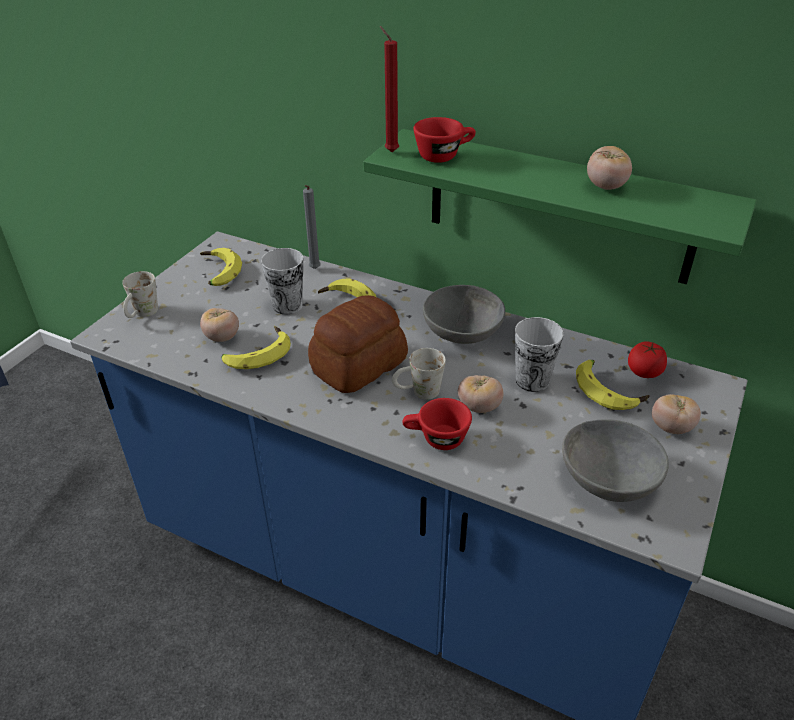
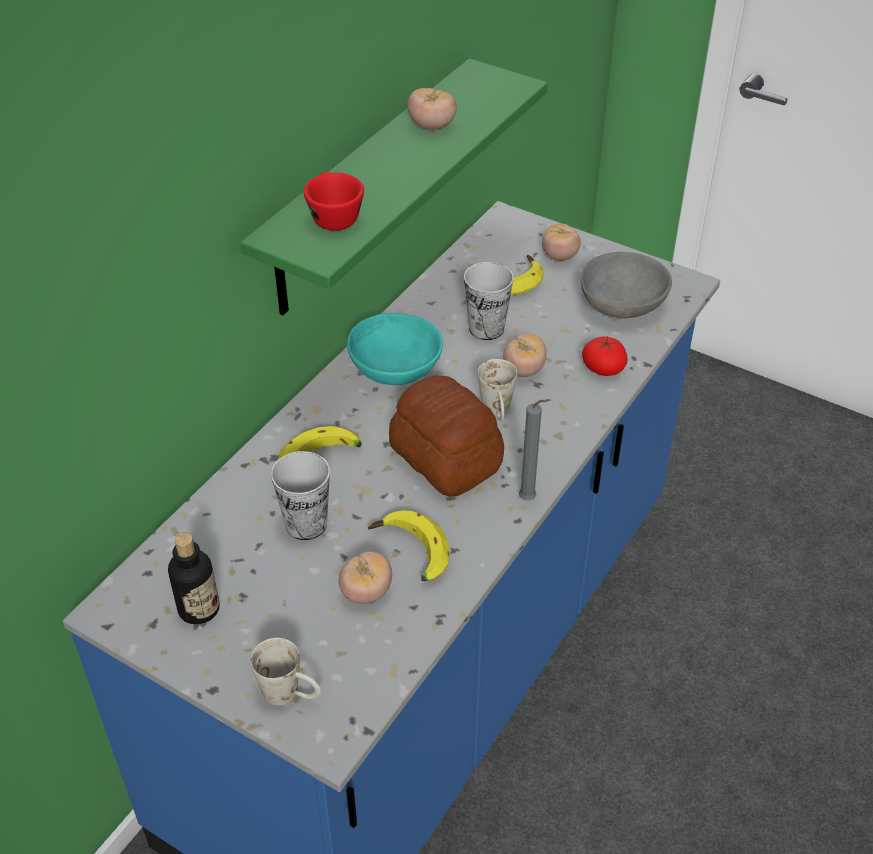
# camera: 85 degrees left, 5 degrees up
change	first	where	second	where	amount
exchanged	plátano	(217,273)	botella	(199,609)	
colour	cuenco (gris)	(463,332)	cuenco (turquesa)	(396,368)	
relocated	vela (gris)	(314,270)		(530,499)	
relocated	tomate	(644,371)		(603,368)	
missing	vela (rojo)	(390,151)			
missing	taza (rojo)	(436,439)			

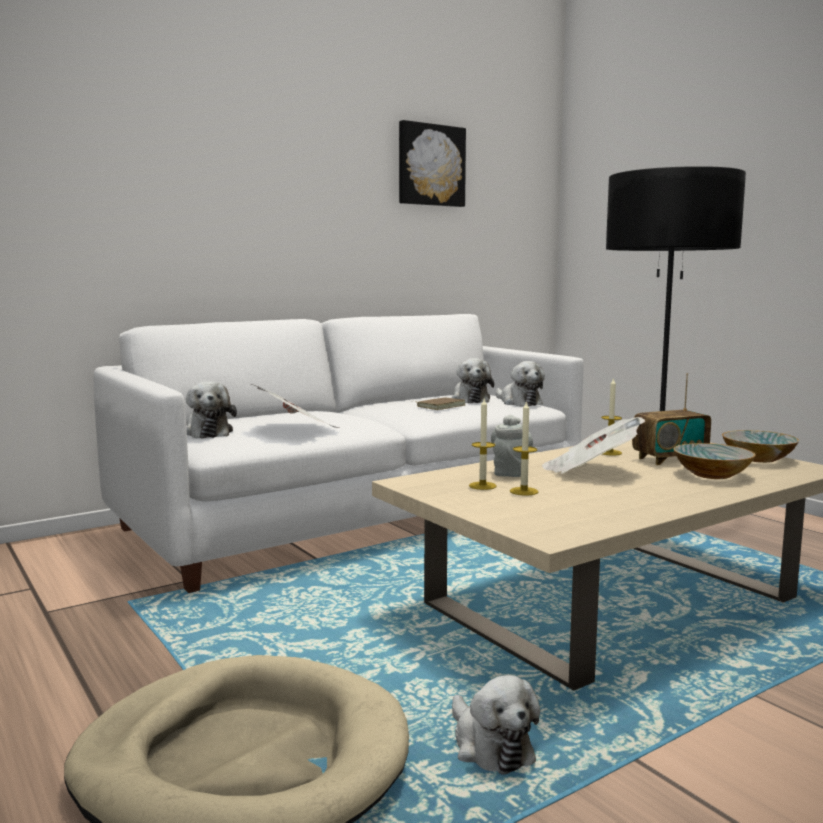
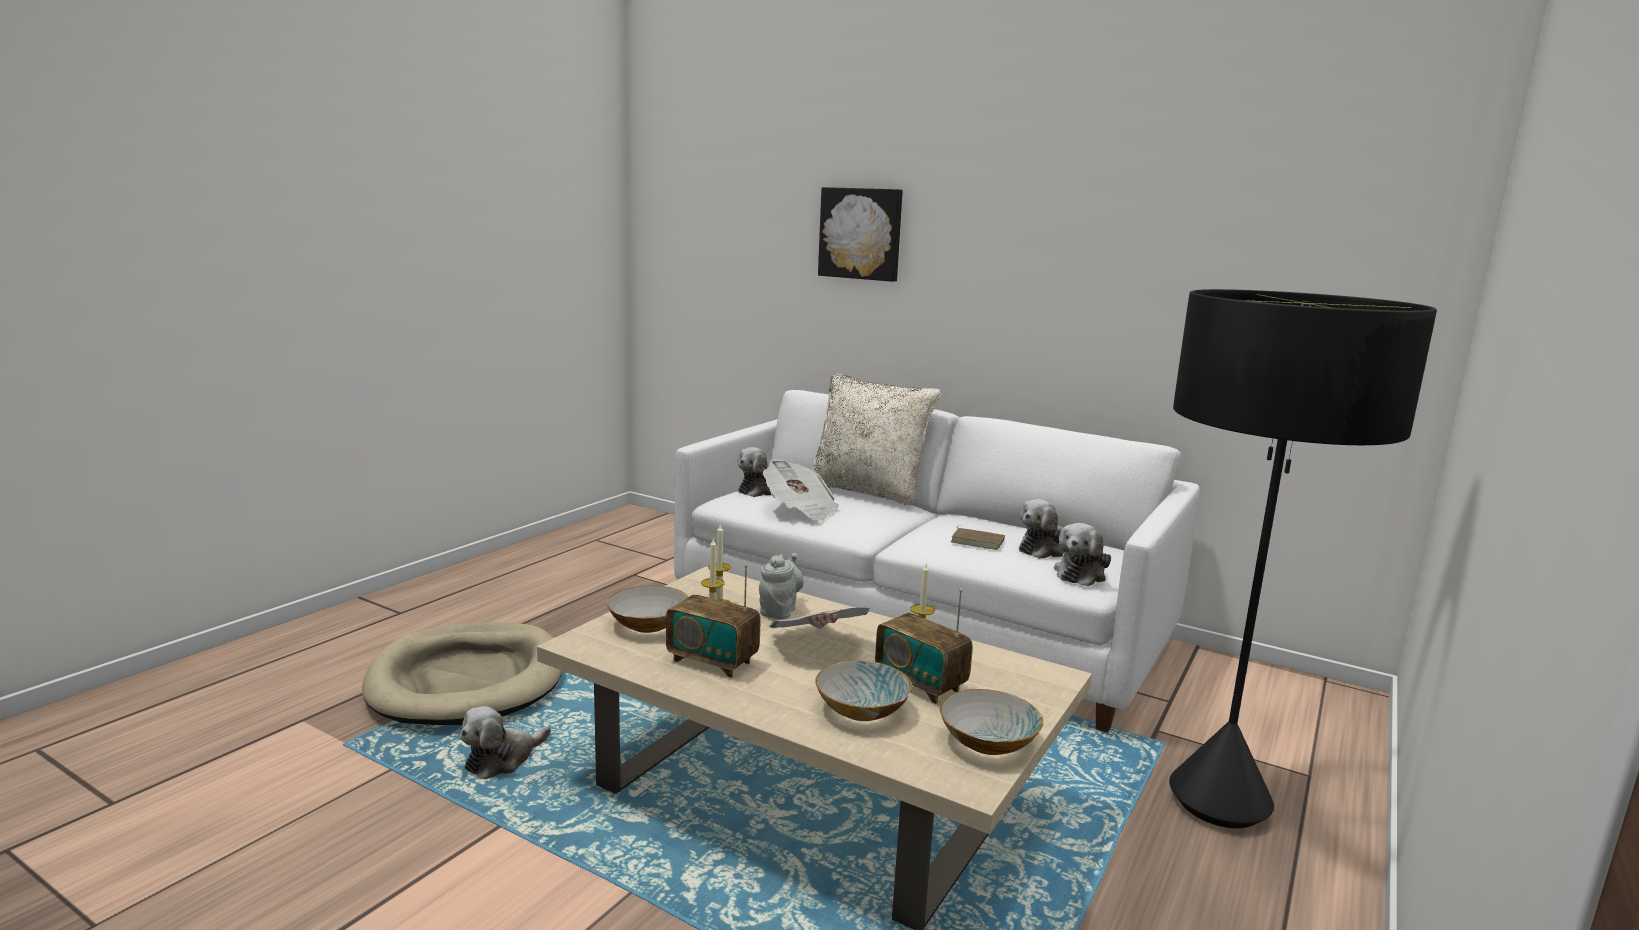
# camera: 65 degrees right, 5 degrees up
change	first	where	second	where	amount
appeared			cuenco	(647,625)	
appeared			radio	(712,661)	
spun	tetera (gris)	(510,472)		(779,610)	60 degrees counterclockwise
appeared			cojín (beis)	(868,494)	
relocated	cuadro	(430,165)		(861,234)	

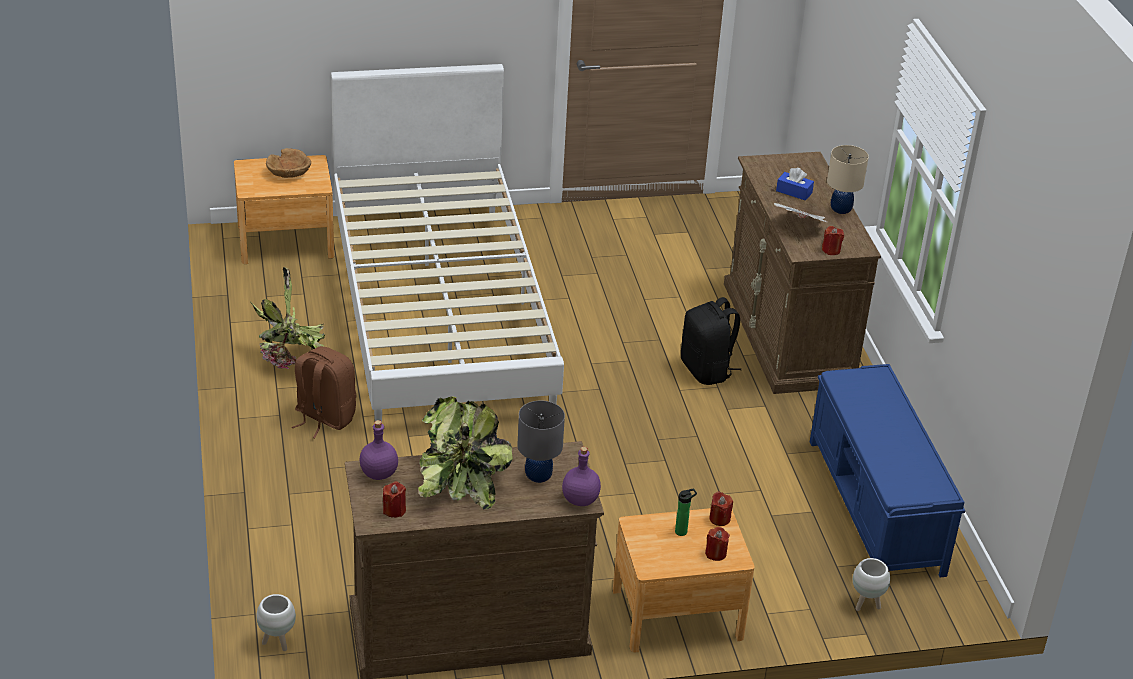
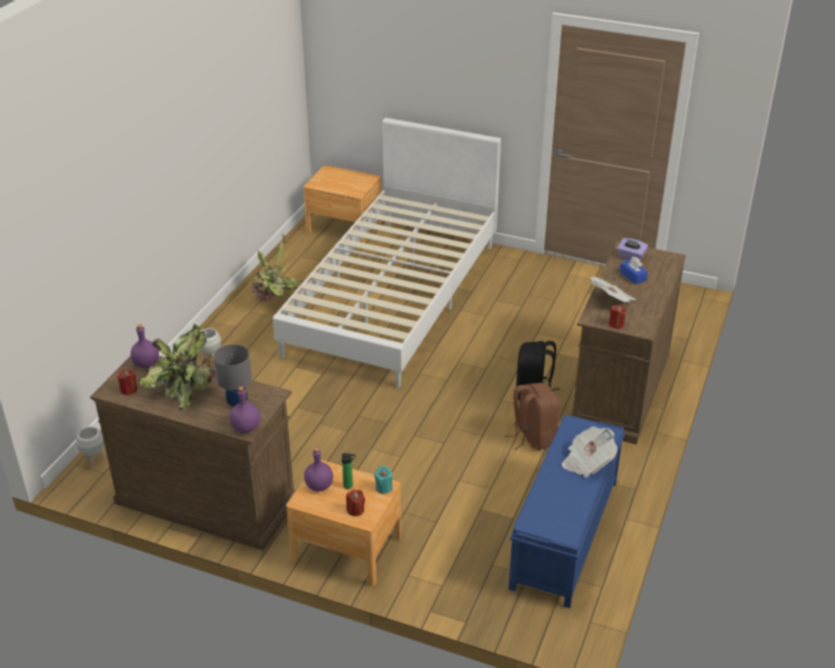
# camera: 35 degrees right, 0 degrees up
change	first	where	second	where	amount
relocated	maceta (blanco)	(865,604)		(211,360)	
appeared			botella (morado)	(319,485)	
colour	vela (rojo)	(719,519)	vela (turquesa)	(384,487)	
relocated	mochila (marrón)	(323,418)		(532,437)	
appeared			periódico	(587,462)	
appeared			caja de pañuelos (morado)	(631,257)	
missing	cuenco (marrón)	(289,173)			
missing	lámpara de mesa (beis)	(841,211)			

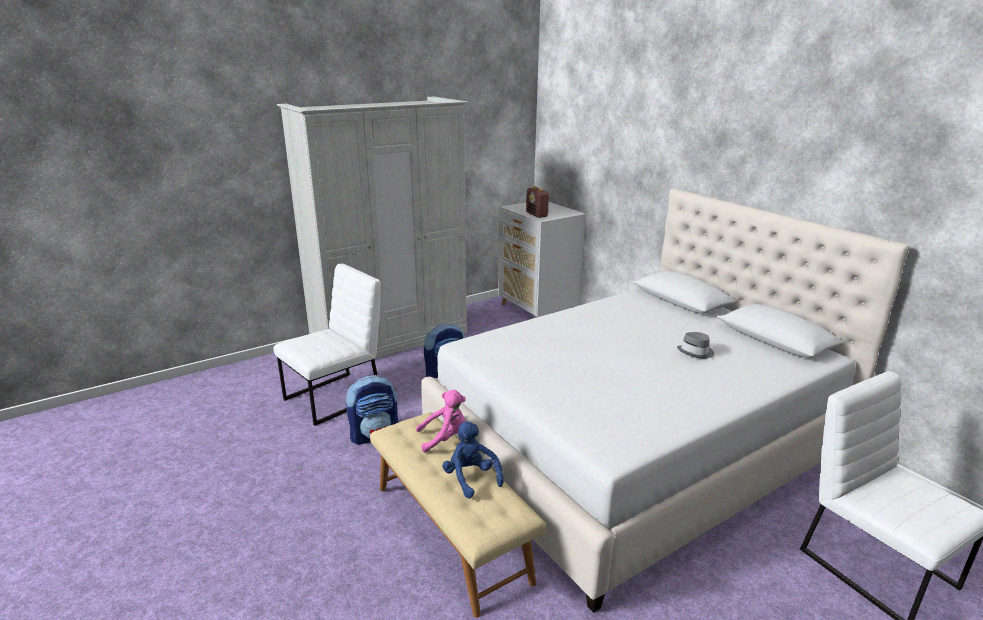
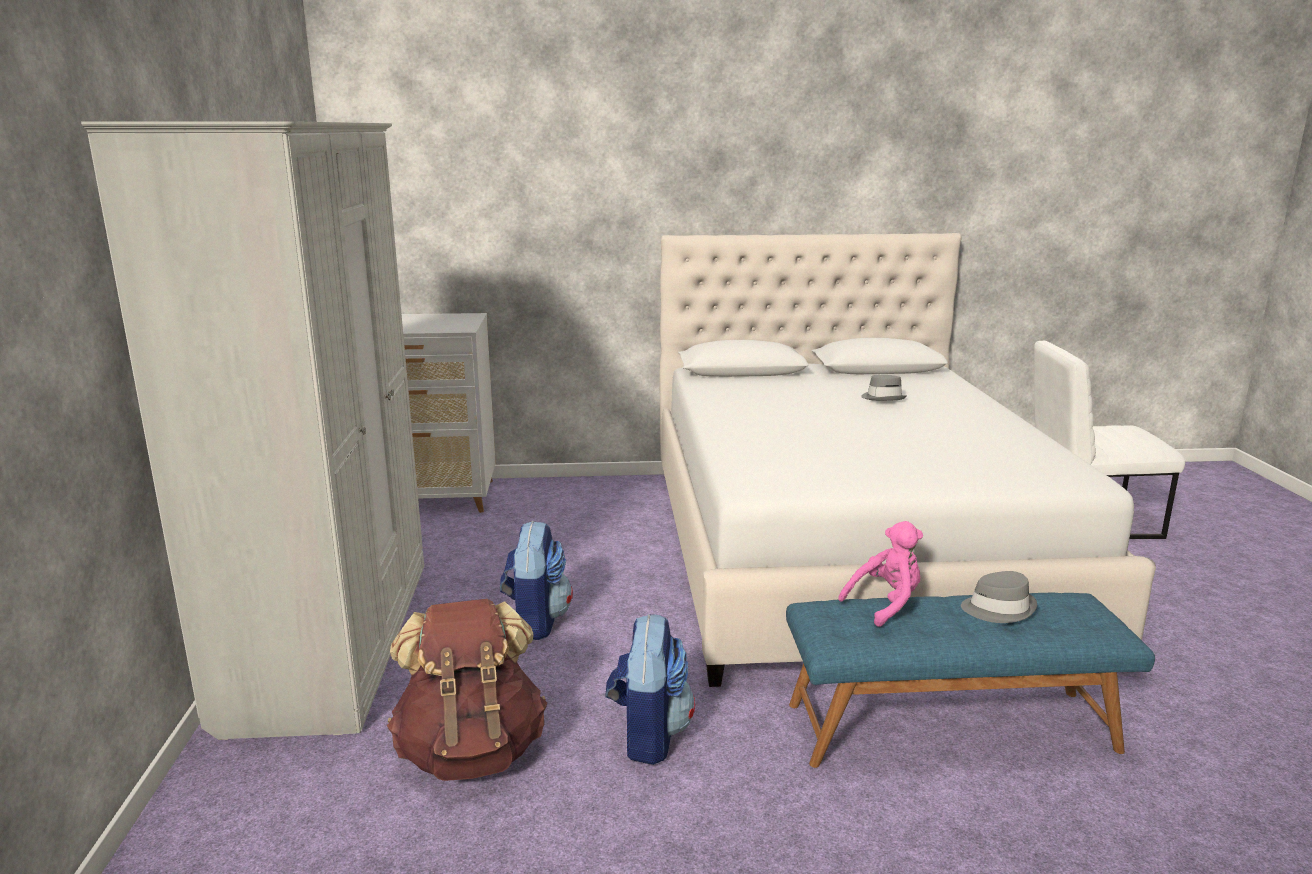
# camera: 60 degrees left, 5 degrees down
change	first	where	second	where	amount
exchanged	silla (blanco)	(336,397)	mochila (marrón)	(471,751)	
colour	banco (beis)	(451,531)	banco (azul)	(949,725)	
spun	peluche (rosa)	(444,438)		(886,604)	45 degrees clockwise
exchanged	peluche (azul)	(471,478)	sombrero (gris)	(998,609)	
missing	radio	(537,215)			

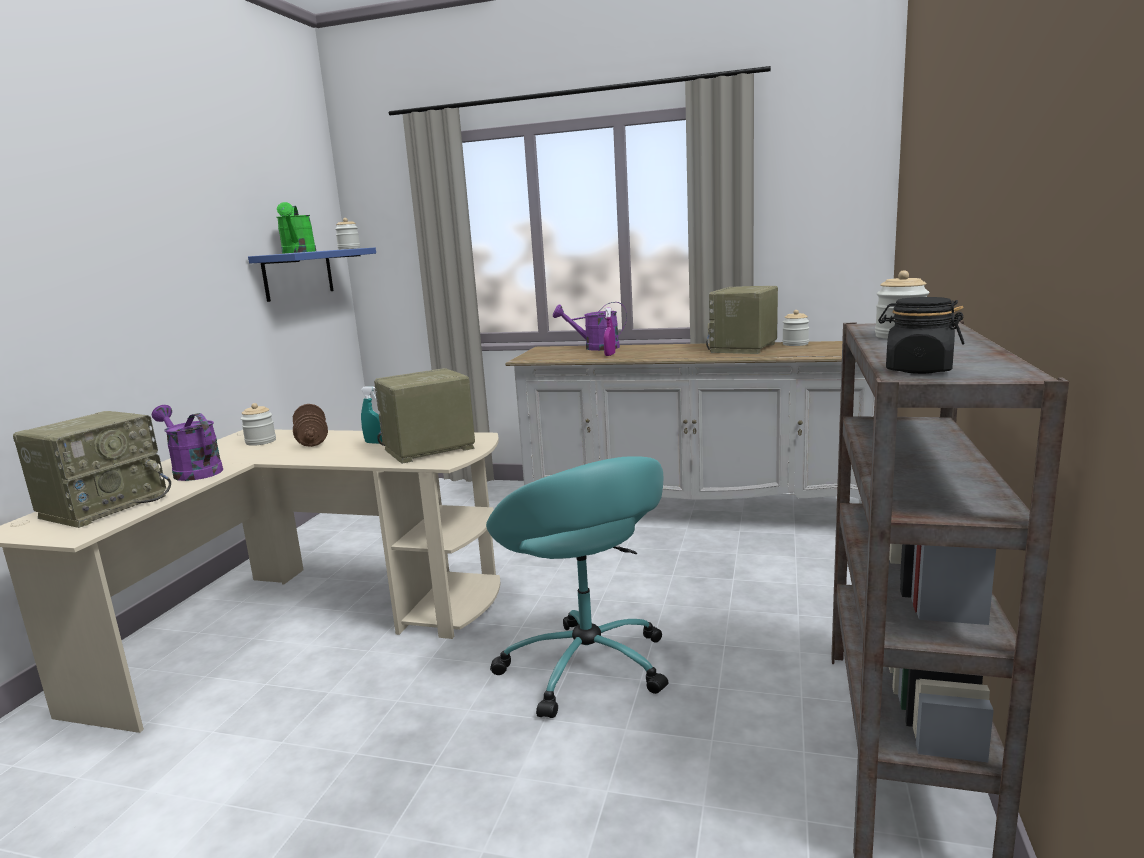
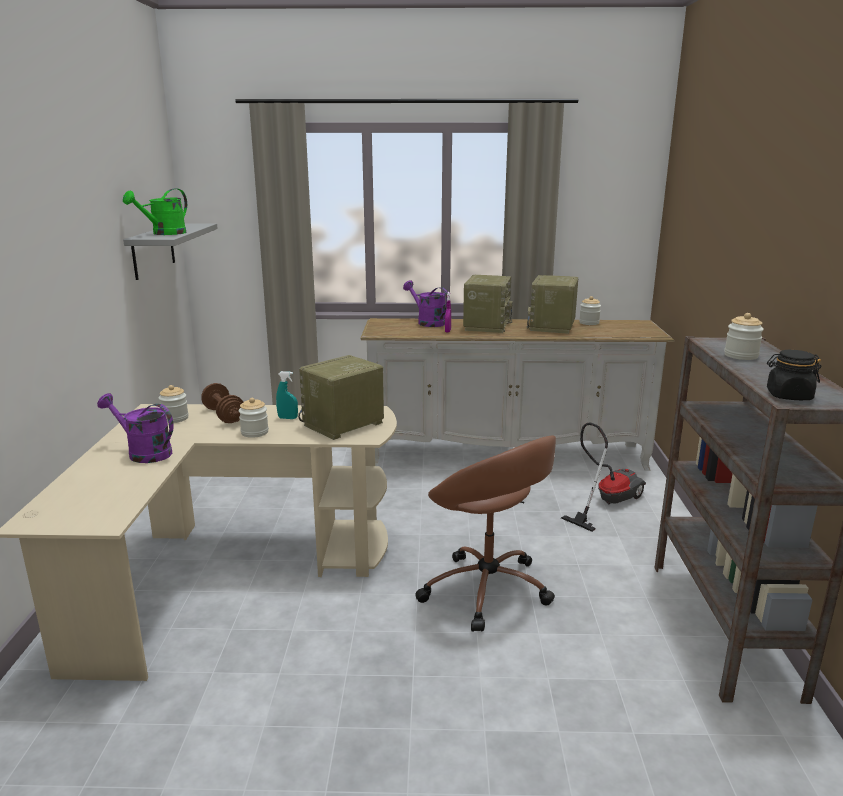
# camera: 15 degrees left, 5 degrees up
change	first	where	second	where	amount
spun	regadera (verde)	(298,252)		(164,233)	60 degrees clockwise
colour	estante (azul)	(298,274)	estante (gris)	(153,250)	
relocated	tarro	(349,248)		(254,432)	
spun	regadera (morado)	(595,348)		(427,322)	60 degrees clockwise
colour	silla de oficina (turquesa)	(587,669)	silla de oficina (marrón)	(488,591)	
relocated	radio	(105,506)		(486,325)	
appeared			aspiradora	(606,502)	

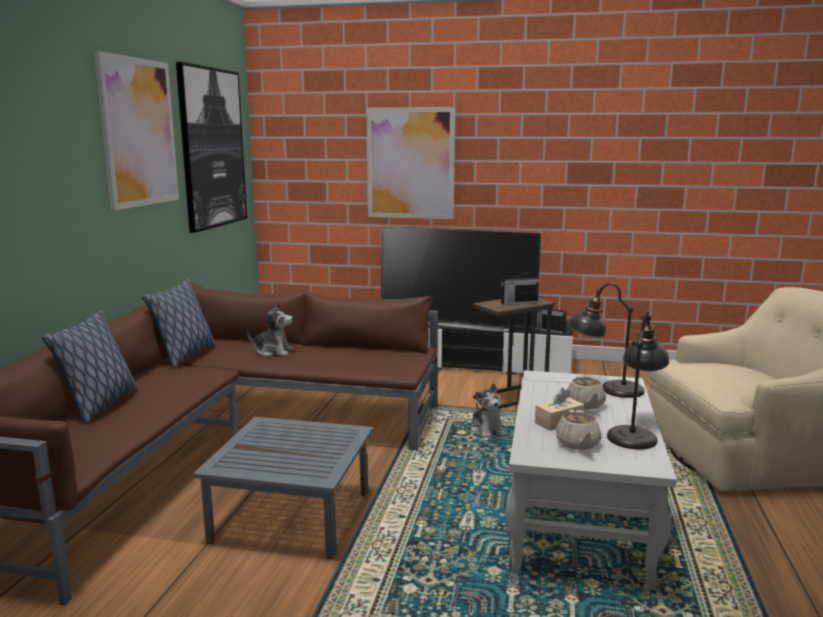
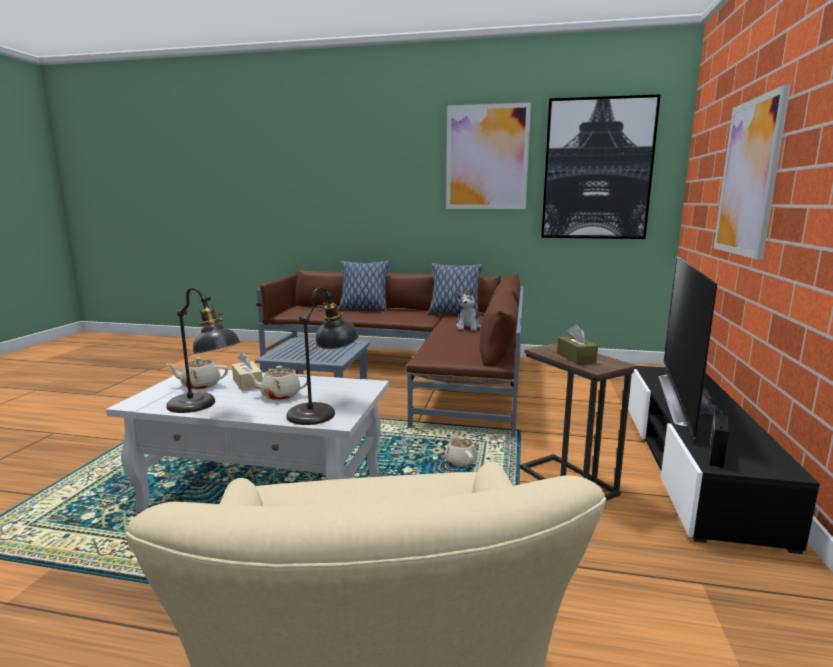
# camera: 90 degrees right, 0 degrees up
change	first	where	second	where	amount
exchanged	peluche	(487,430)	tetera (beis)	(460,461)	
exchanged	radio	(518,303)	caja de pañuelos (marrón)	(576,358)	

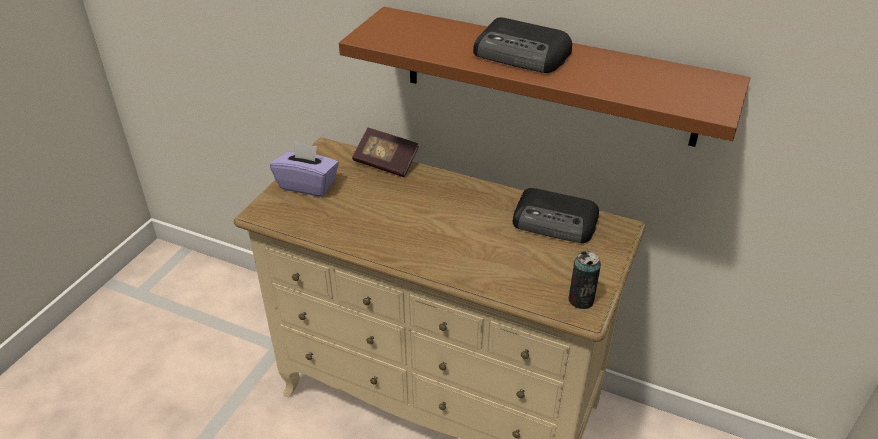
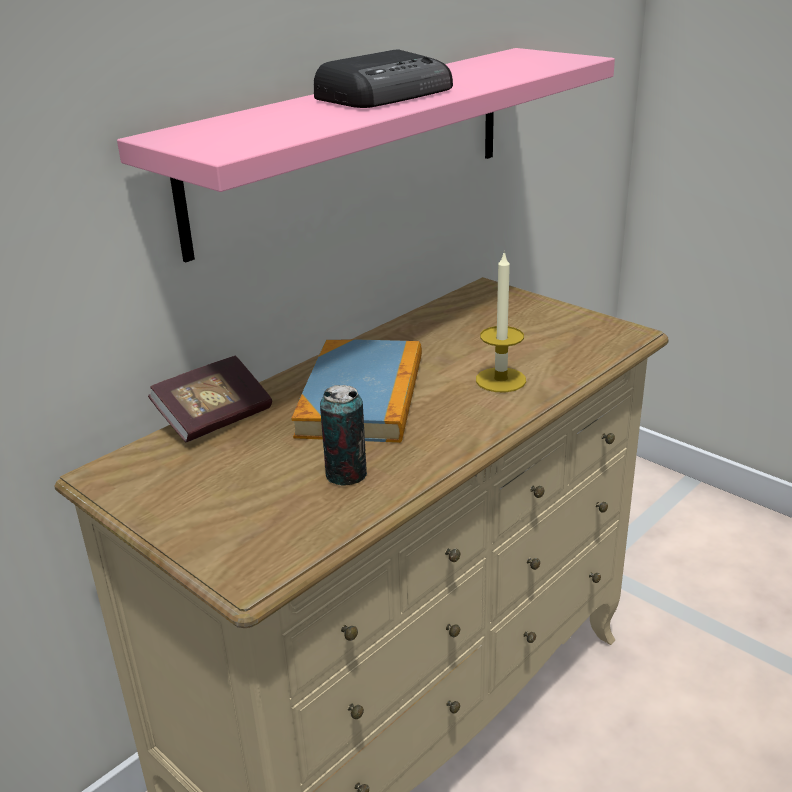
# camera: 70 degrees left, 10 degrees down
change	first	where	second	where	amount
colour	estante (marrón)	(548,76)	estante (rosa)	(355,144)	
appeared			libro	(362,396)	
relocated	lata	(581,300)		(346,474)	
appeared			vela	(500,380)	
missing	caja de pañuelos (morado)	(307,185)			
missing	radio	(556,222)			

